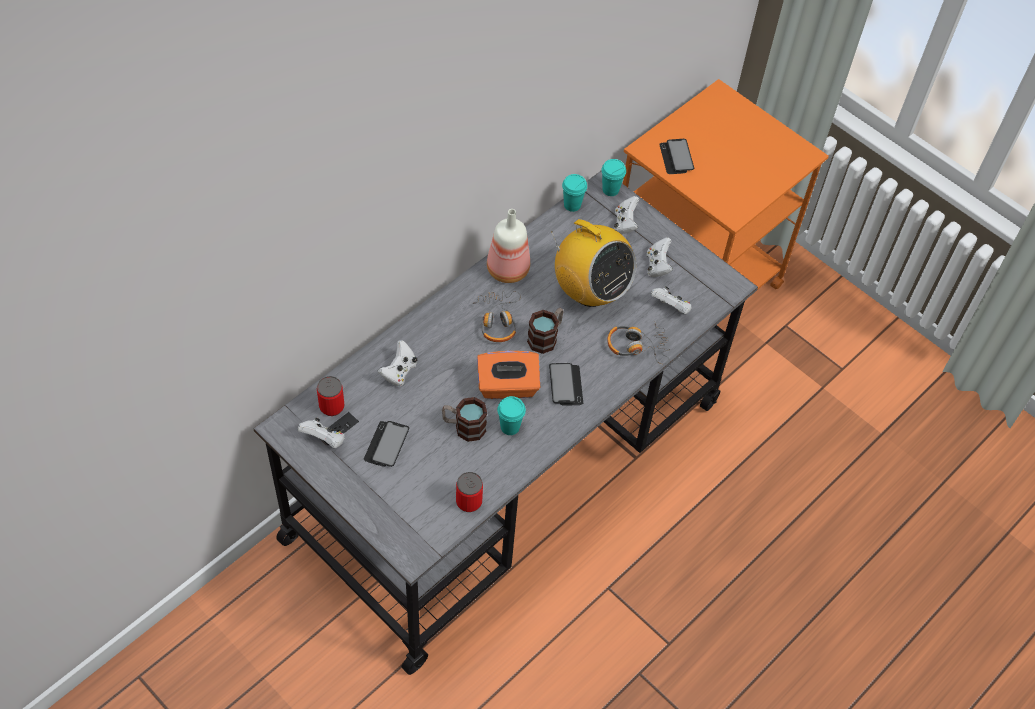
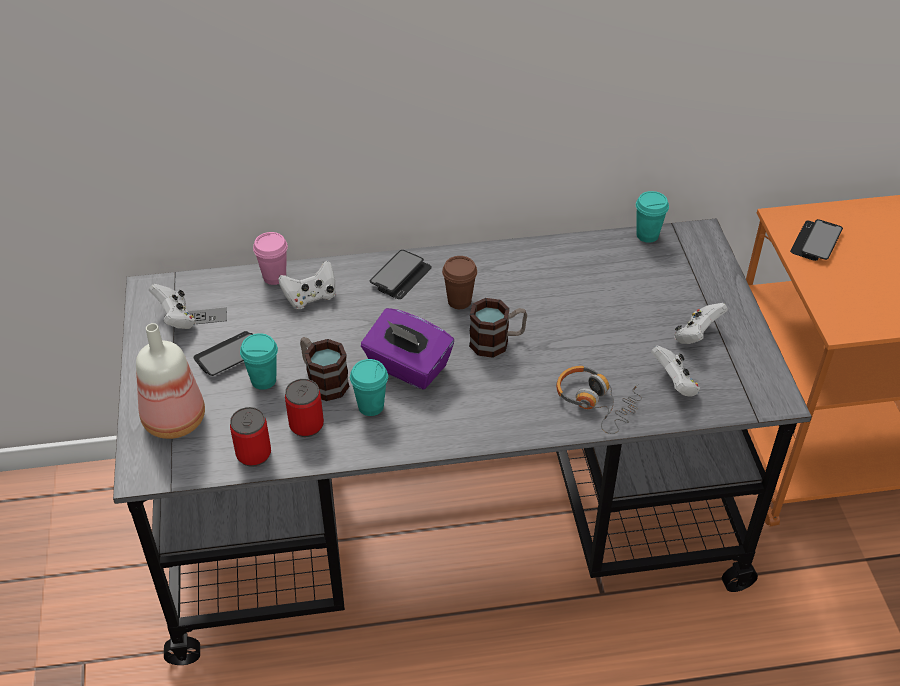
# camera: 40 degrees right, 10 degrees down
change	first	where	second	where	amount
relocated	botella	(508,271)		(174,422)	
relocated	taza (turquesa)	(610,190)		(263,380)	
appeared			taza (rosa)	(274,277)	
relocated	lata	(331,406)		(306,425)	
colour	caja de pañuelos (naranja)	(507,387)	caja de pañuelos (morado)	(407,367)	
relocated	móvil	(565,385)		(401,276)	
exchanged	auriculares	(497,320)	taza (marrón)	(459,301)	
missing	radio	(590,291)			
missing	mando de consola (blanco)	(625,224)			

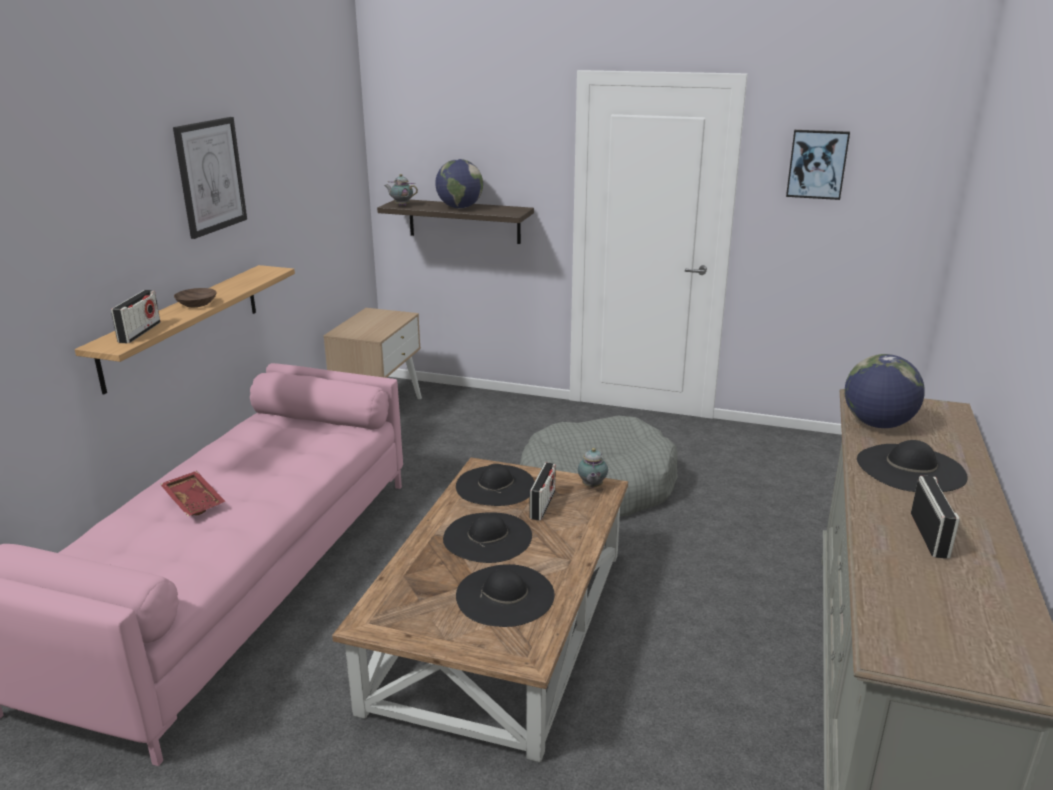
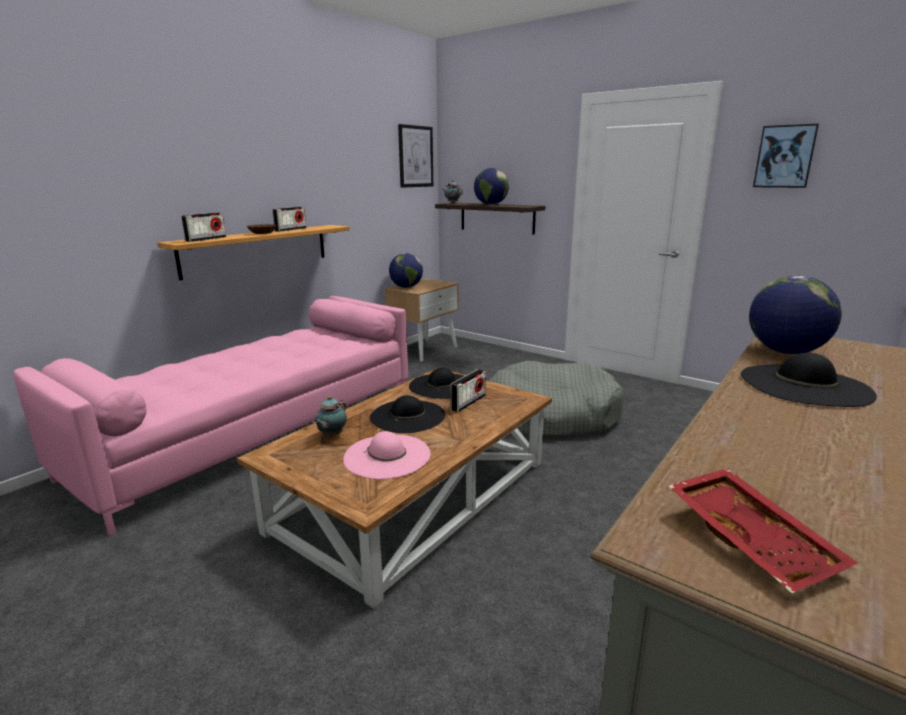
# camera: 20 degrees right, 5 degrees down
change	first	where	second	where	amount
relocated	radio	(929,535)		(290,229)	
relocated	tetera	(592,486)		(331,435)	
colour	sombrero (negro)	(505,595)	sombrero (rosa)	(387,456)	
appeared			globo terráqueo	(406,287)	
relocated	cuadro	(210,176)		(415,156)	
relocated	bandeja (rojo)	(195,500)		(753,539)	

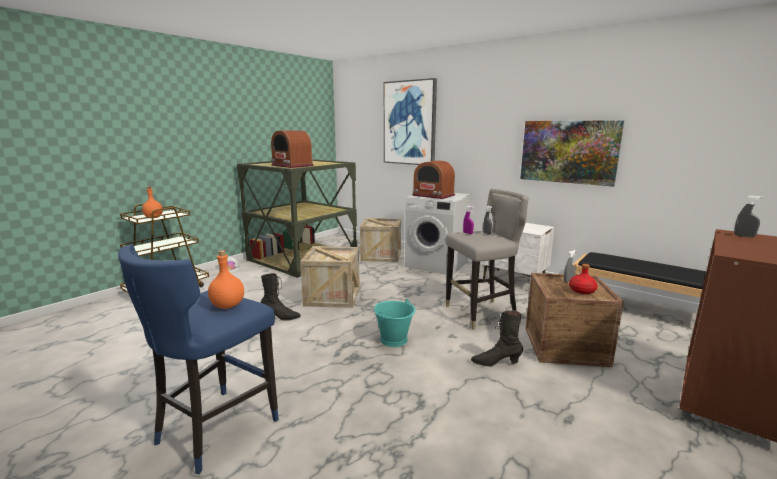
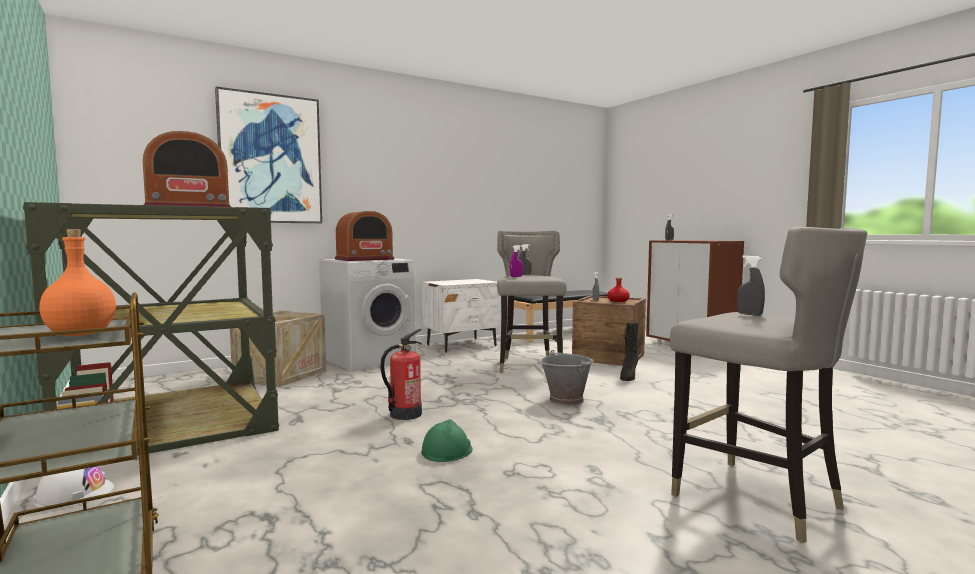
# camera: 70 degrees left, 10 degrees down
change	first	where	second	where	amount
exchanged	caja de embalaje	(332,296)	extintor	(405,414)	
exchanged	bota (negro)	(280,317)	casco (verde)	(446,451)	
colour	cubo (turquesa)	(394,339)	cubo (gris)	(566,400)	
colour	taburete (azul)	(215,429)	taburete (gris)	(757,500)	
exchanged	botella (naranja)	(228,305)	pulverizador (gris)	(749,314)	
missing	cuadro	(568,152)			

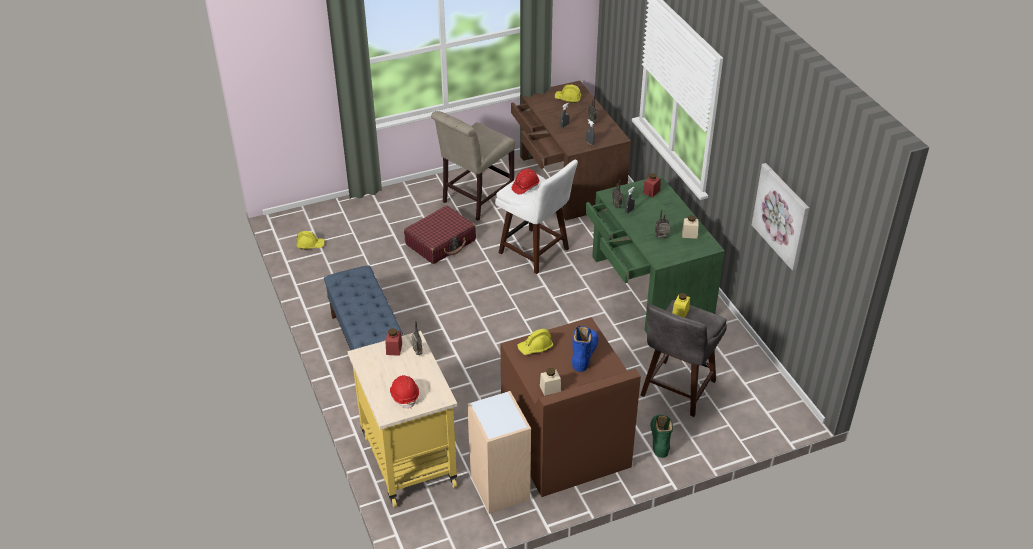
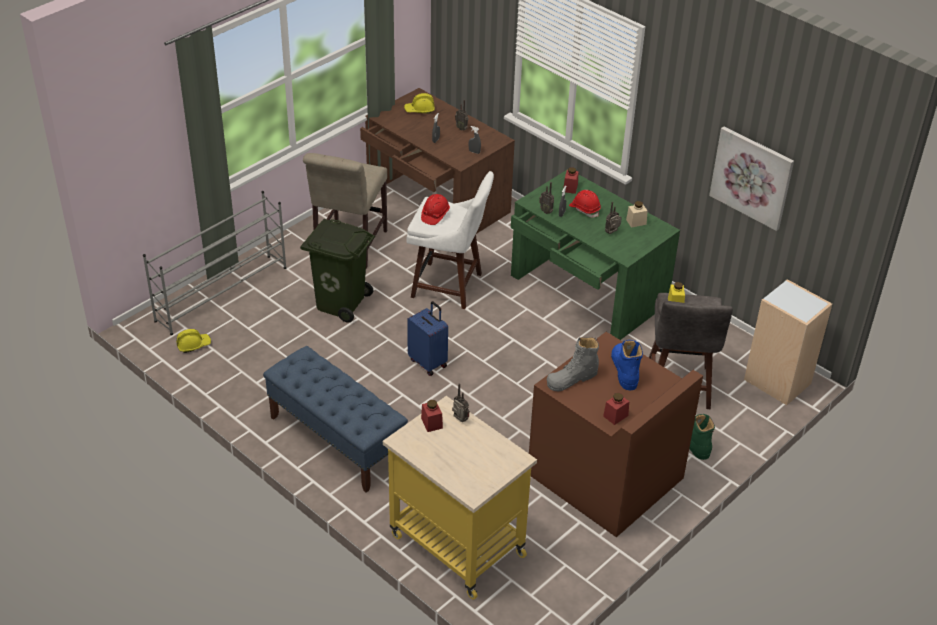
# camera: 25 degrees left, 0 degrees up
change	first	where	second	where	amount
appeared			zapatero (gris)	(222,294)	
exchanged	maleta (rojo)	(441,242)	papelera (verde)	(341,302)	
appeared			maleta (azul)	(428,362)	
exchanged	casco (amarillo)	(535,347)	bota (gris)	(572,378)	
relocated	casco (rojo)	(404,395)		(584,209)	
colour	tarro (beis)	(550,388)	tarro (rojo)	(615,416)	
relocated	estantería	(499,488)		(778,382)	

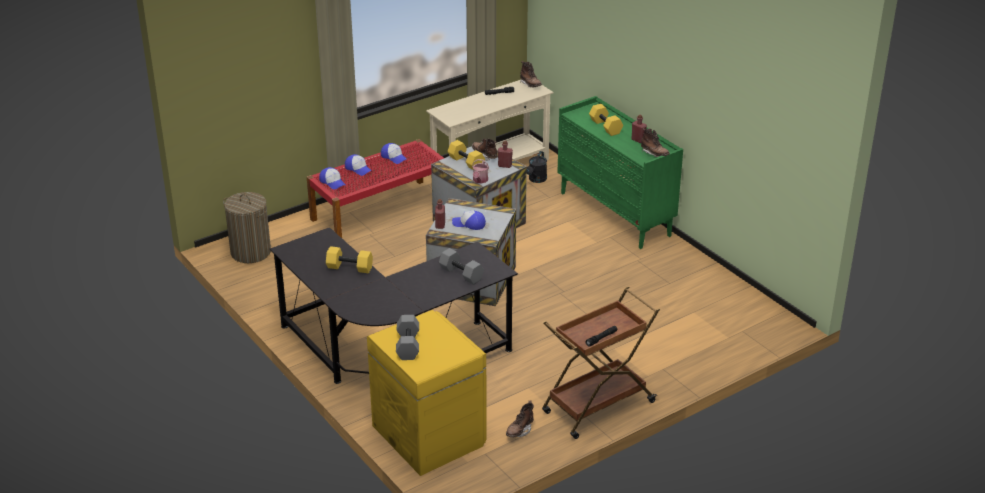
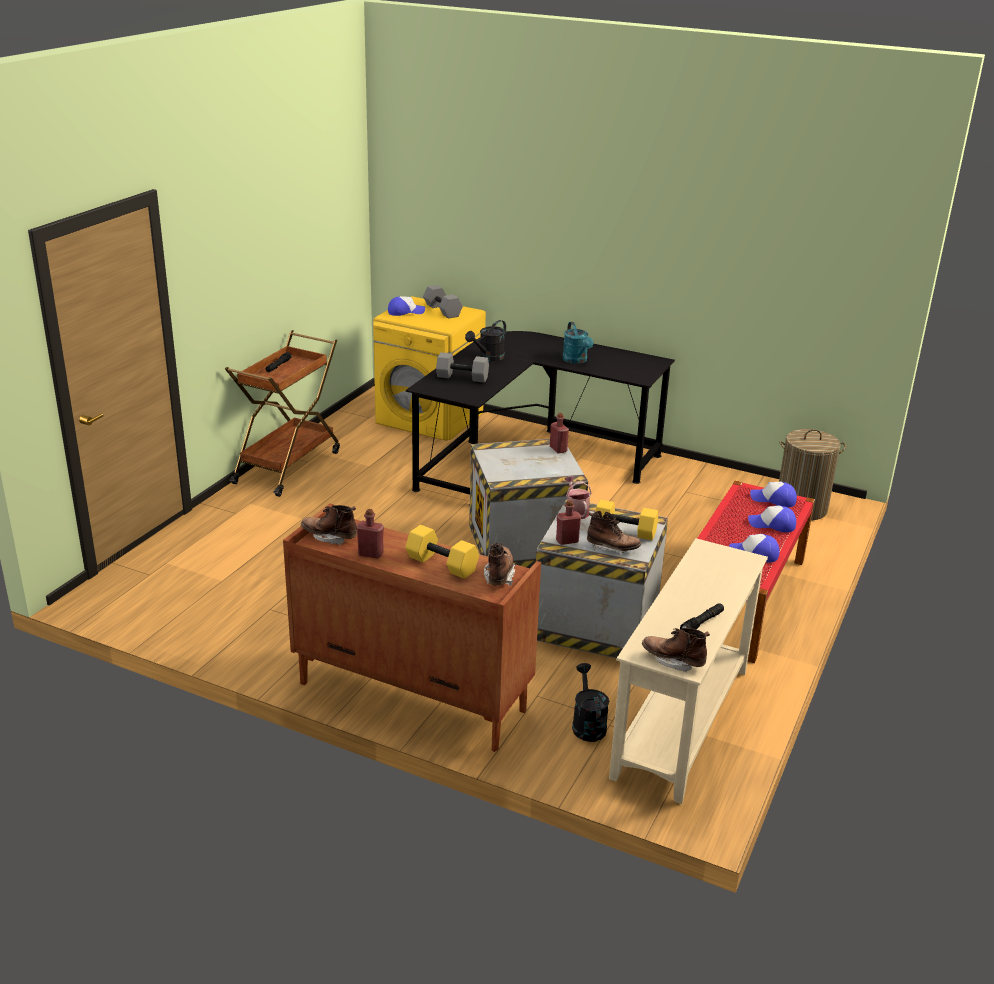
# camera: 150 degrees right, 5 degrees down
change	first	where	second	where	amount
colour	armario (verde)	(615,214)	armario (marrón)	(410,696)	
relocated	gorra	(469,224)		(405,312)	
appeared			regadera (negro)	(488,357)	
relocated	bota (marrón)	(519,431)		(499,575)	
exchanged	mancuerna (amarillo)	(349,268)	regadera (turquesa)	(576,360)	

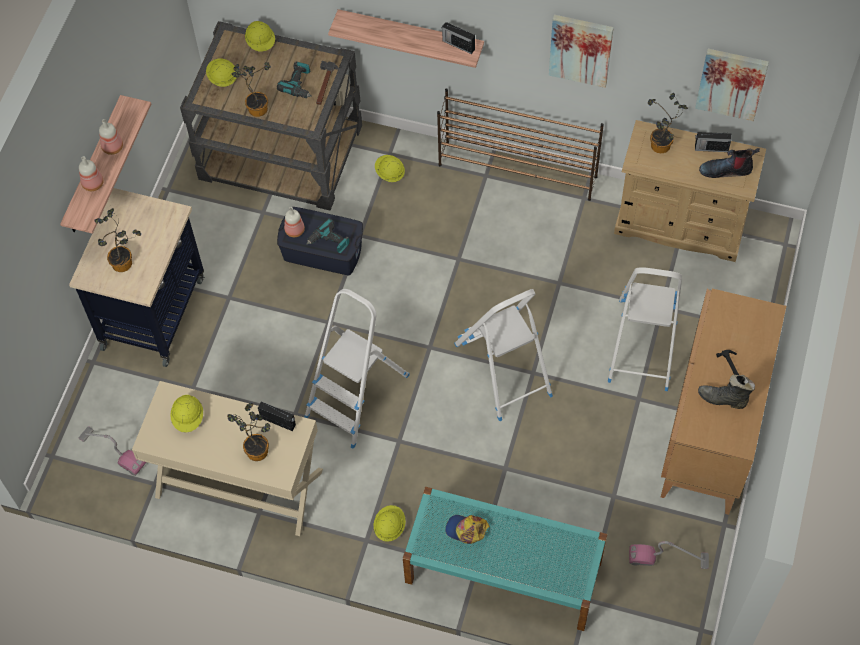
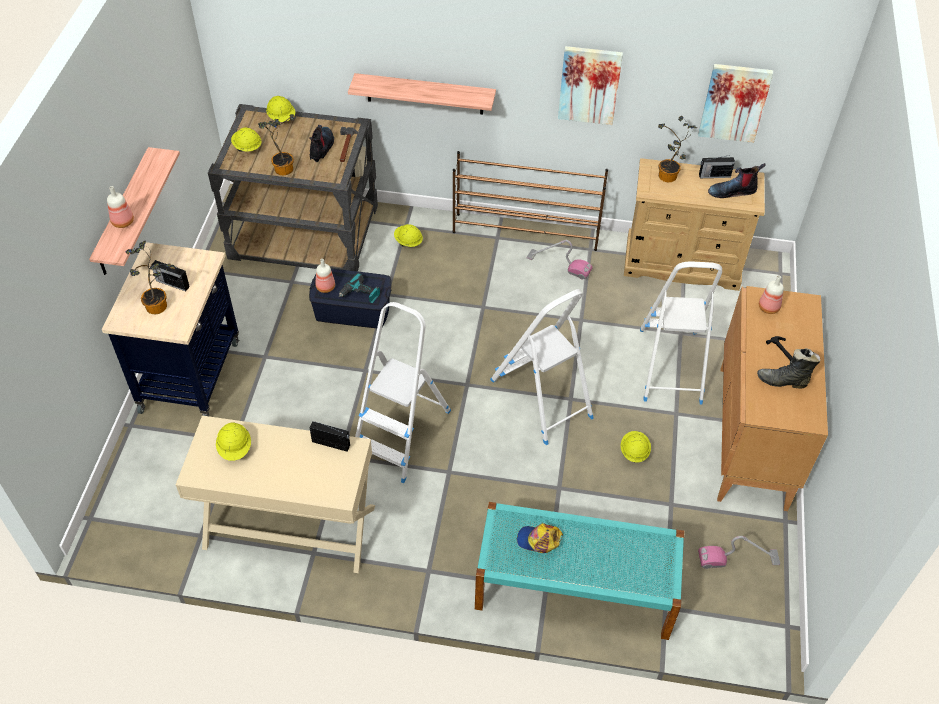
# camera: 10 degrees left, 10 degrees down
change	first	where	second	where	amount
relocated	radio	(458,44)		(172,283)	
exchanged	taladro	(299,84)	bota	(322,148)	
relocated	aspiradora	(112,451)		(559,265)	
relocated	casco (amarillo)	(389,527)		(634,452)	
relocated	botella	(113,147)		(769,308)	
missing	planta en maceta	(257,448)			

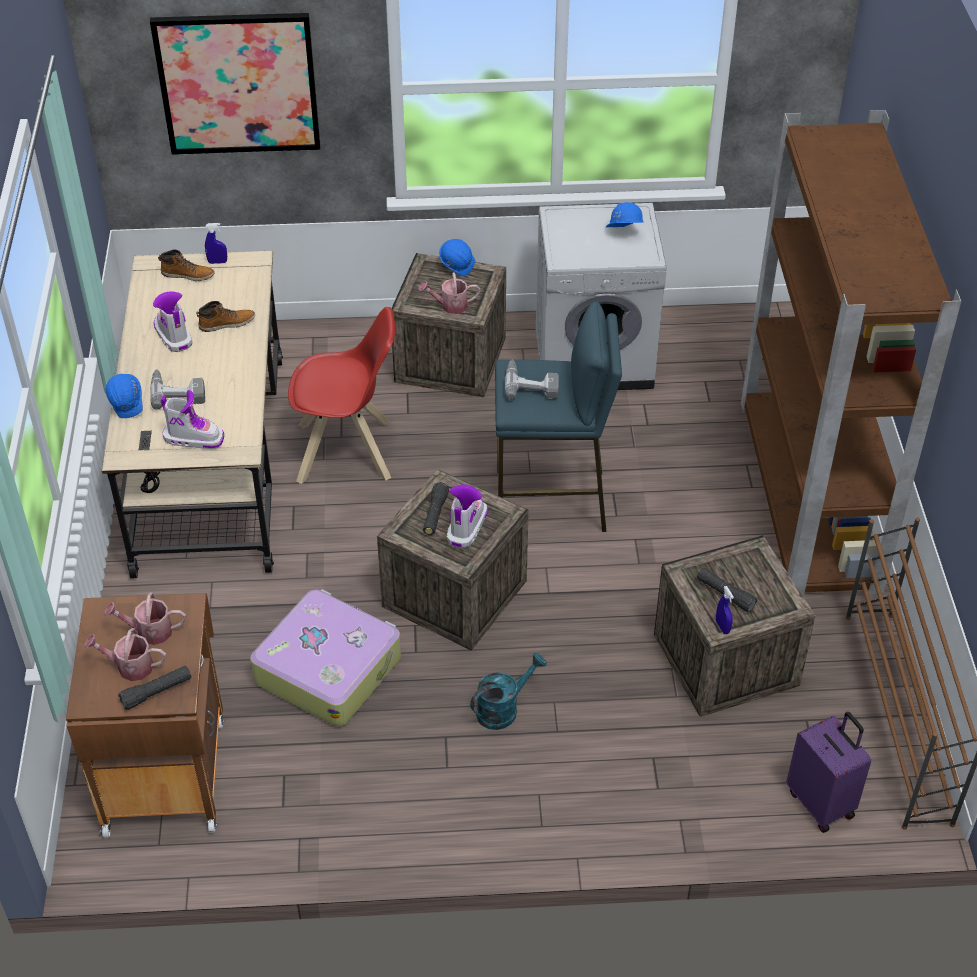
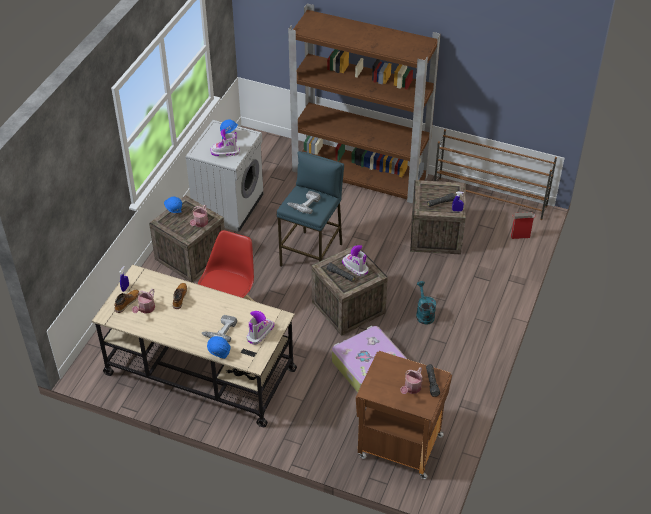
# camera: 65 degrees left, 0 degrees up
change	first	where	second	where	amount
relocated	regadera	(149,631)		(145,309)	
relocated	bota	(173,335)		(225,152)	
exchanged	maleta (morado)	(821,803)	caja de cartón	(519,236)	
missing	cuadro	(238,83)			

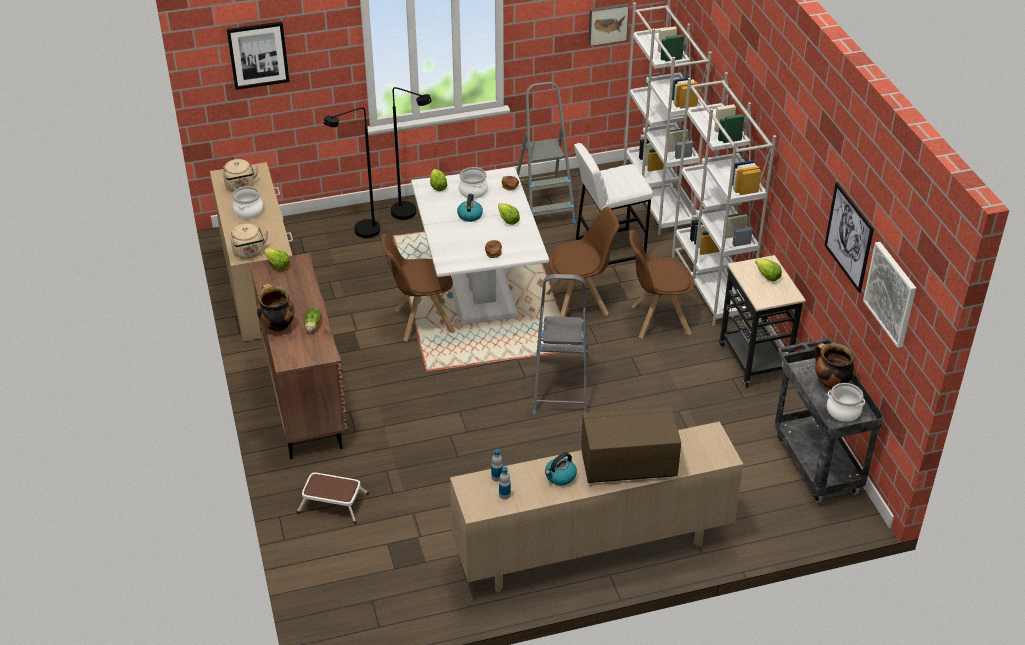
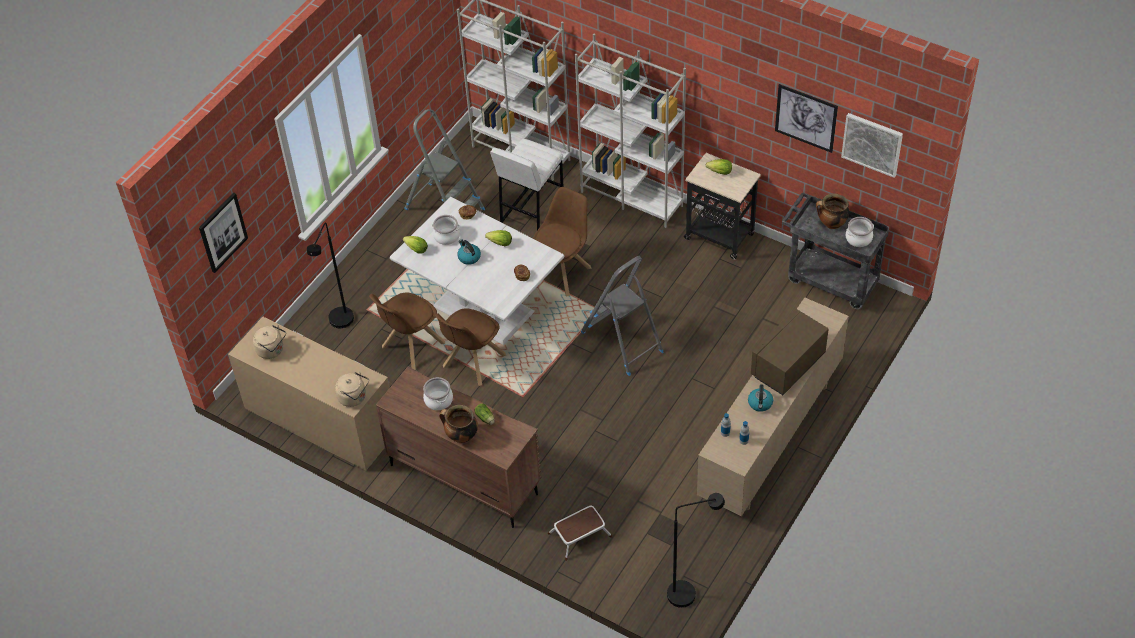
# camera: 40 degrees left, 10 degrees up
change	first	where	second	where	amount
relocated	silla (marrón)	(657,320)		(411,347)	
relocated	olla	(249,211)		(439,400)	
relocated	lámpara de pie (negro)	(410,214)		(689,592)	
missing	lechuga	(277,265)			
missing	cuadro	(607,23)			

